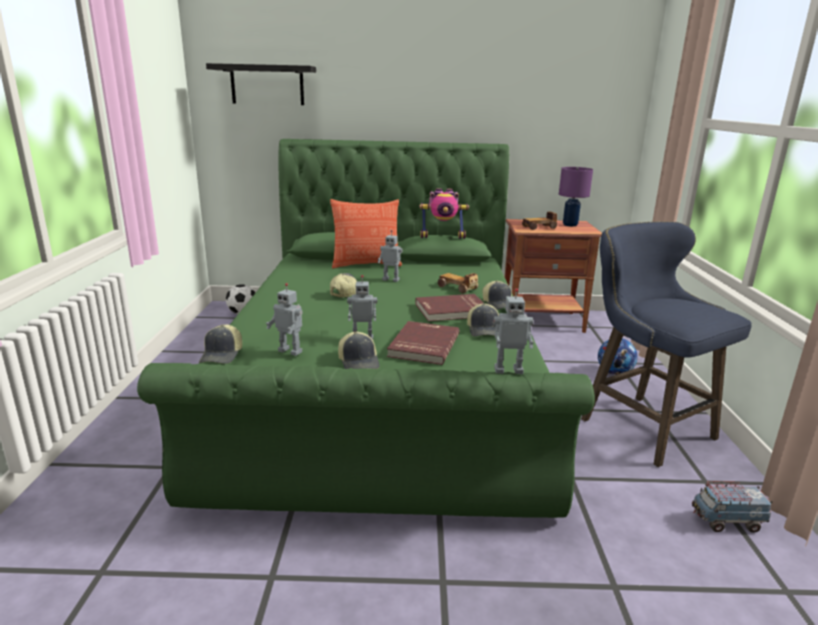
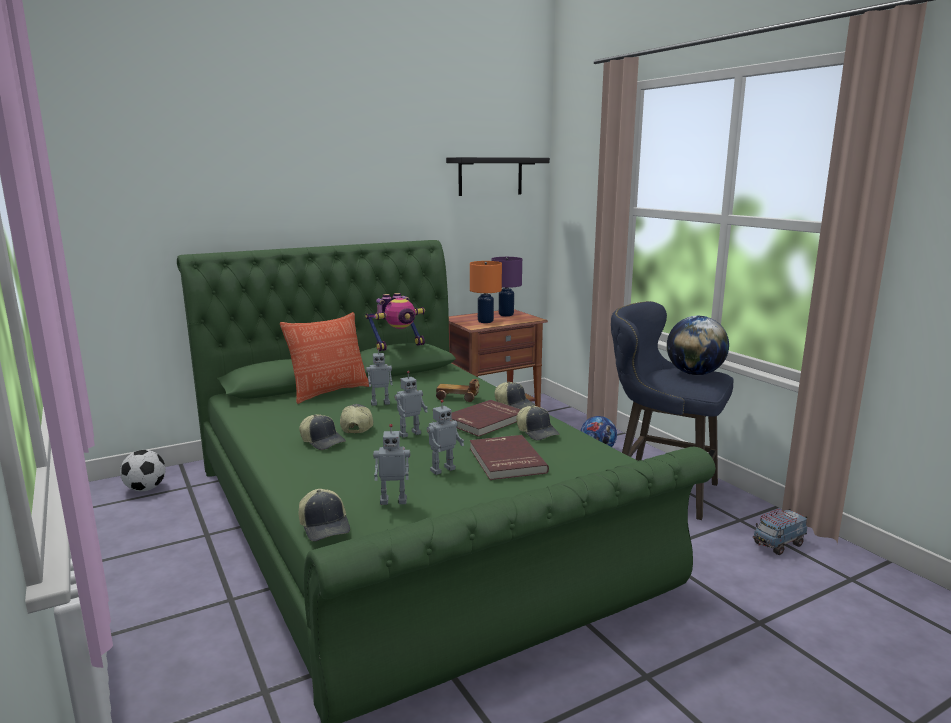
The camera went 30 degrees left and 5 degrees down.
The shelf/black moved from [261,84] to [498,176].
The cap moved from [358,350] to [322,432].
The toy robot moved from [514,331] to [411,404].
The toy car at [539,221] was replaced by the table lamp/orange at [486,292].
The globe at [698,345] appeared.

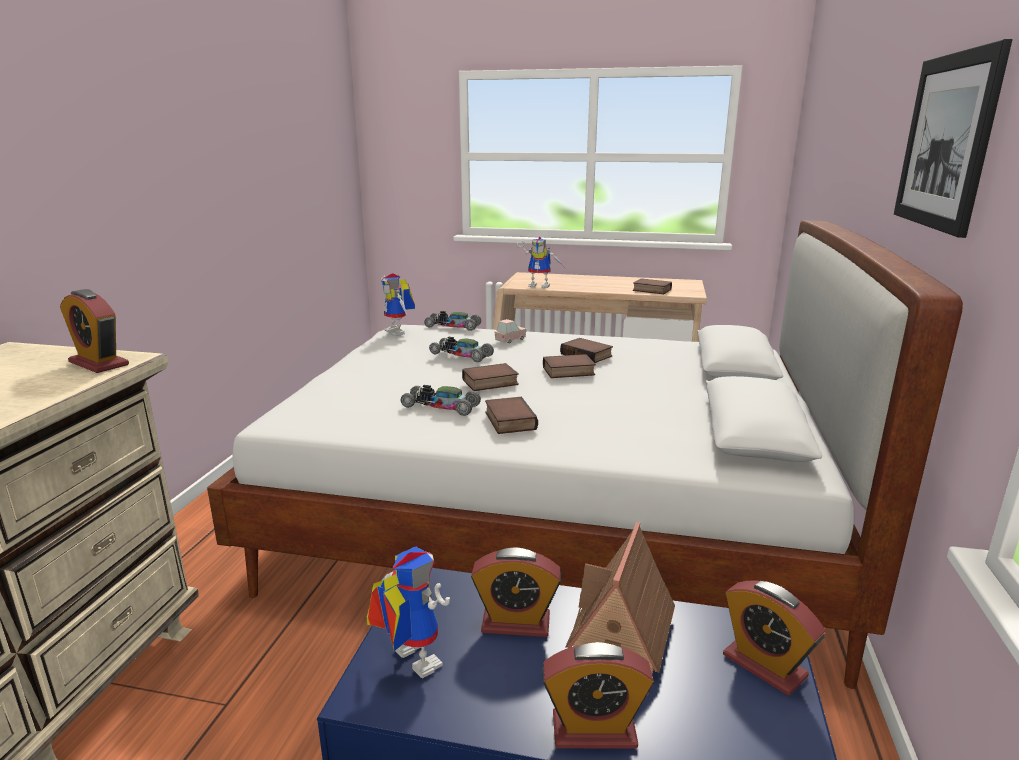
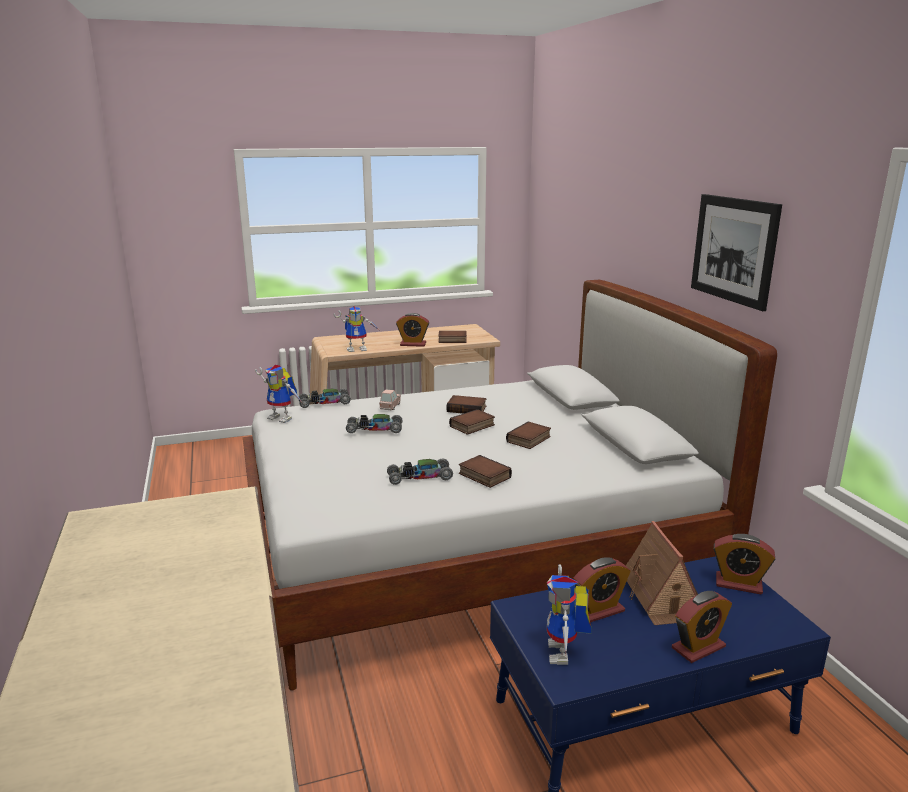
The camera went 30 degrees left and 0 degrees up.
The alarm clock moved from [94,331] to [412,330].
The toy robot at [408,612] turned 105 degrees counterclockwise.
The book moved from [490,377] to [528,435].

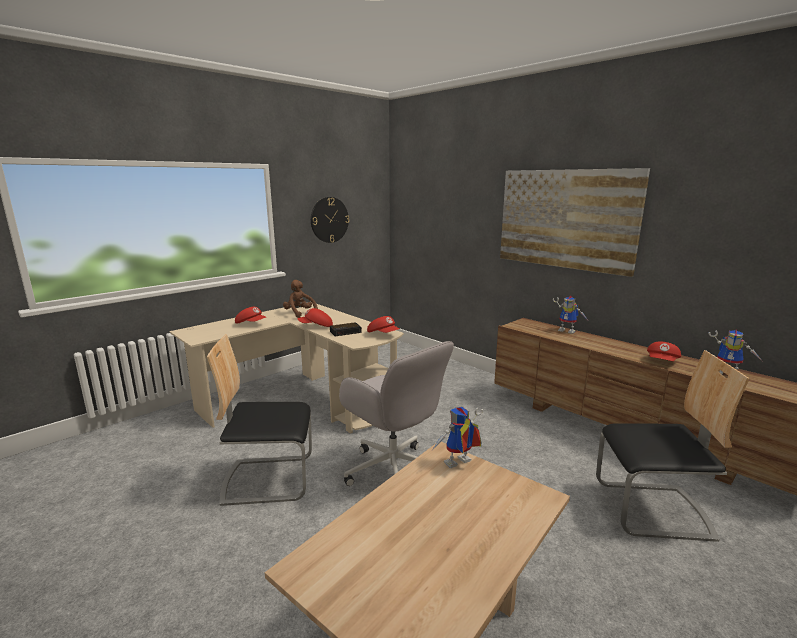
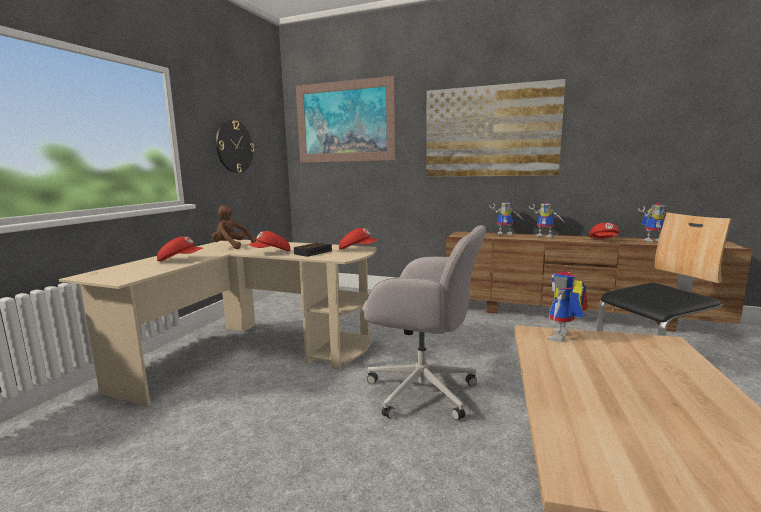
The camera went 25 degrees left and 5 degrees down.
The chair at [259,420] disappeared.
The picture at [346,119] appeared.
The toy robot at [547,219] appeared.

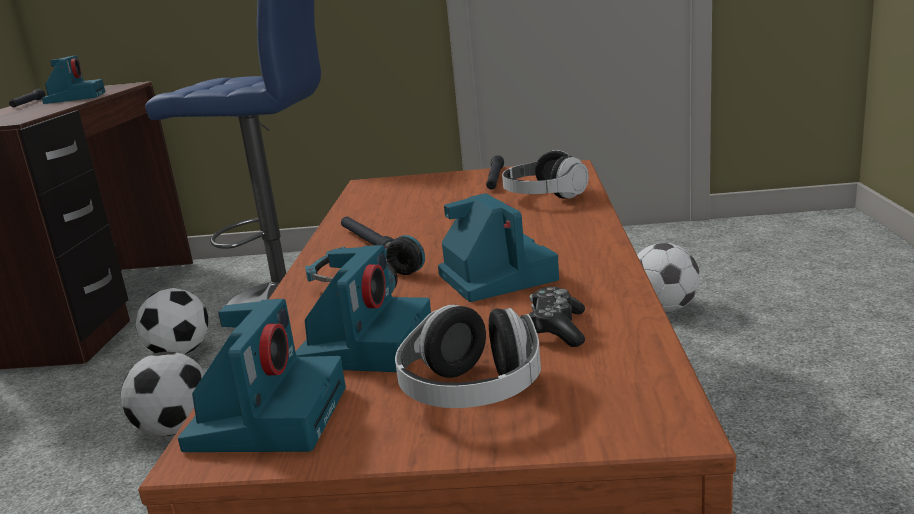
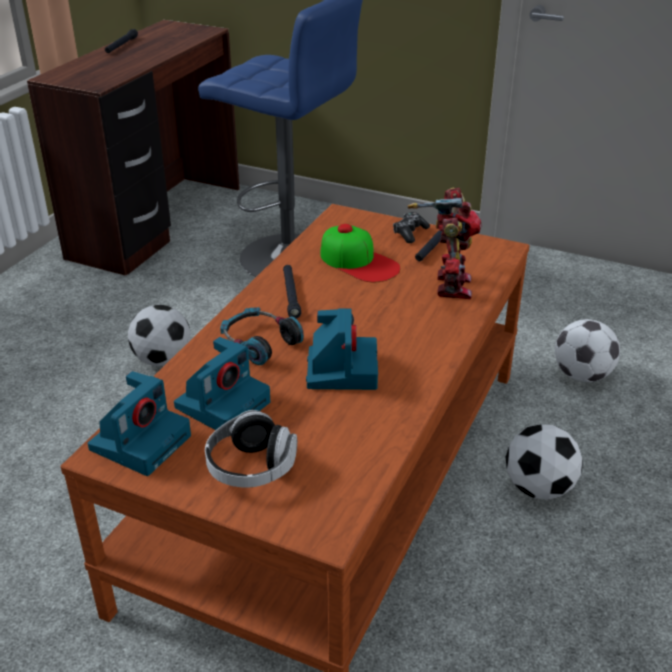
The camera went 20 degrees right and 15 degrees up.
The photo camera at [73,80] disappeared.
The football moved from [171,321] to [544,462].
The headphones at [545,174] was replaced by the toy robot at [445,243].
The game controller moved from [556,317] to [411,227].
The cap at [360,253] appeared.

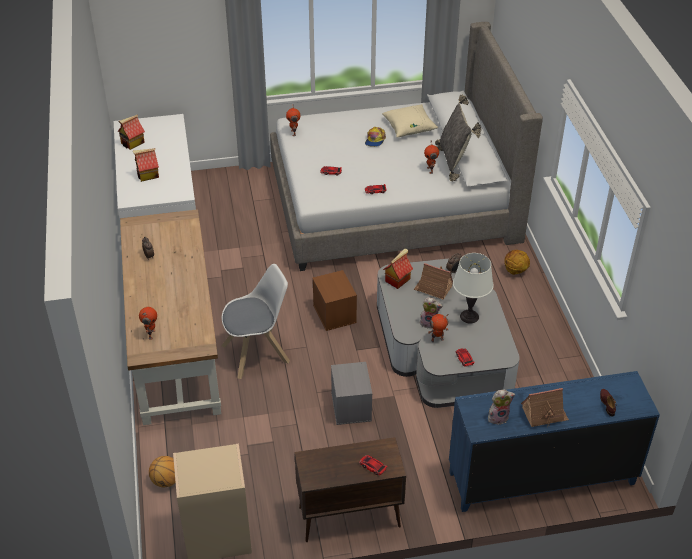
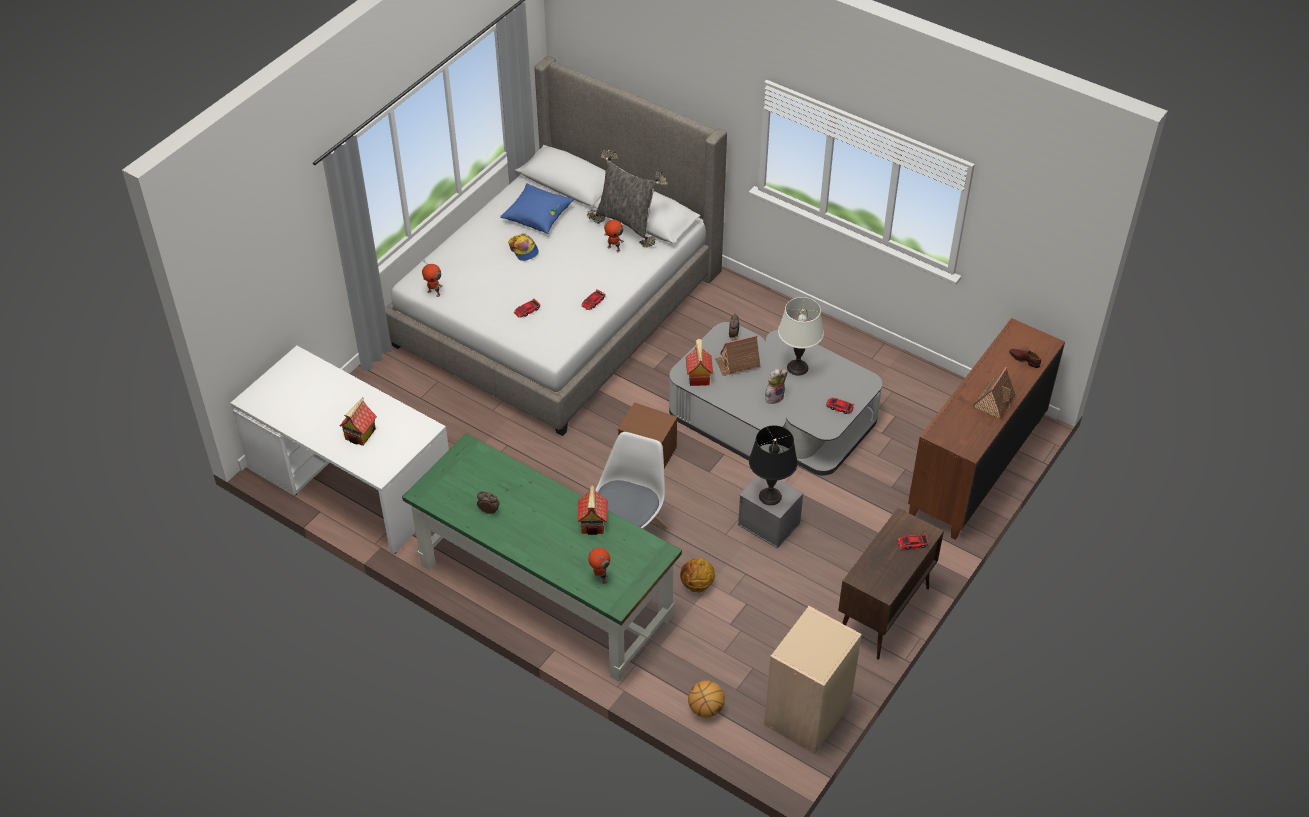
The camera went 45 degrees left and 5 degrees up.
The toy house moved from [131,132] to [592,510].
The desk/brown at [170,317] became the desk/green at [542,557].
The pillow/beige at [410,121] became the pillow/blue at [537,208].
The toy robot at [438,328] disappeared.
The dresser/blue at [554,441] became the dresser/brown at [986,429].
The plush toy at [501,407] disappeared.
The basketball moved from [517,262] to [697,575].
The table lamp/black at [773,465] appeared.

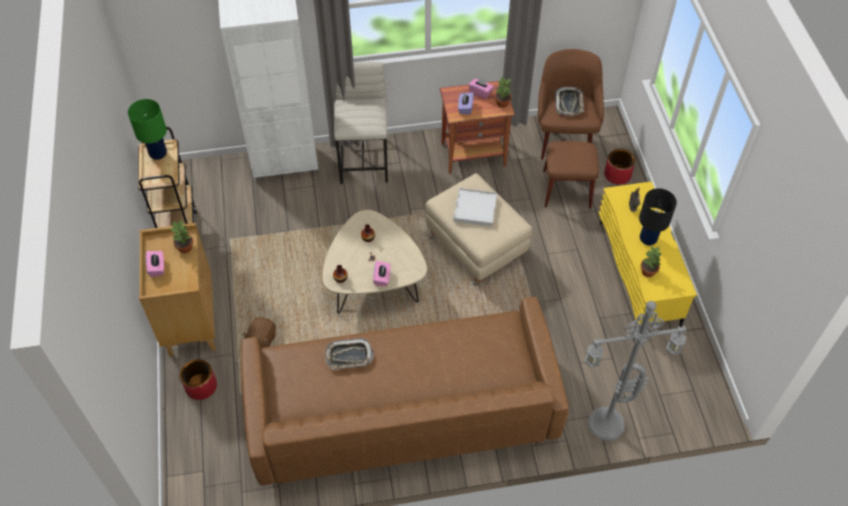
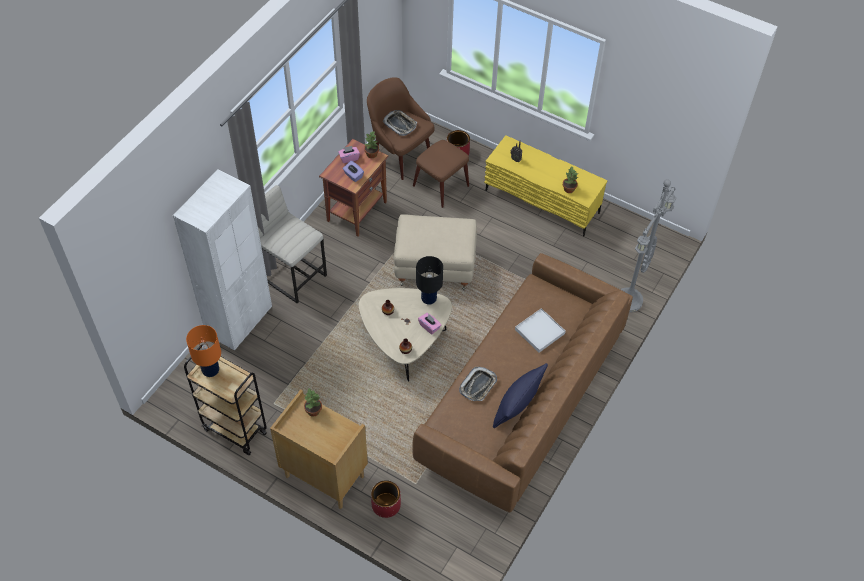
The camera went 50 degrees left and 0 degrees up.
The table lamp/green at [147,129] became the table lamp/orange at [203,351].
The tissue box/pink at [155,264] disappeared.
The plush toy/brown at [259,333] disappeared.
The tray/white moved from [475,207] to [540,330].
The table lamp/black moved from [658,217] to [429,280].
The pillow/blue at [520,396] appeared.

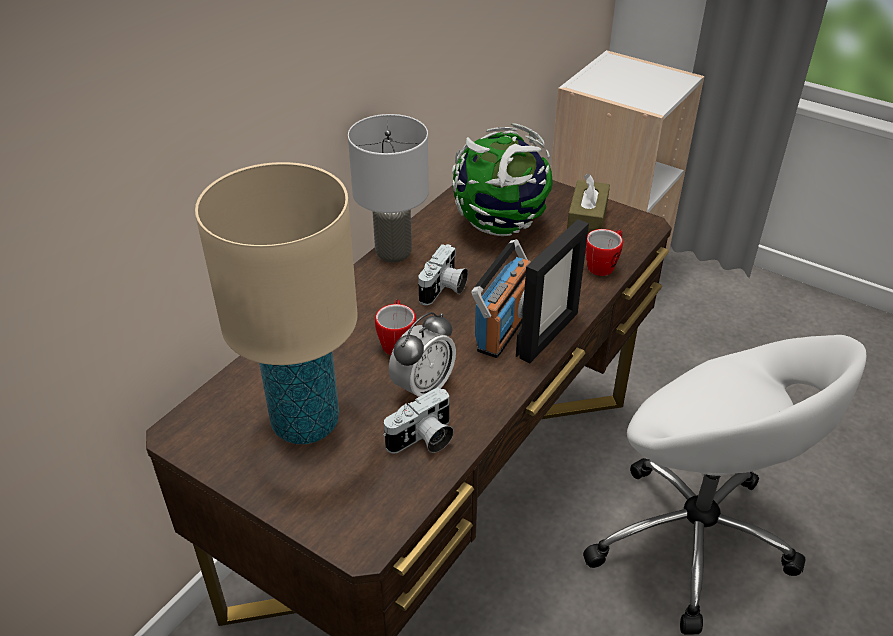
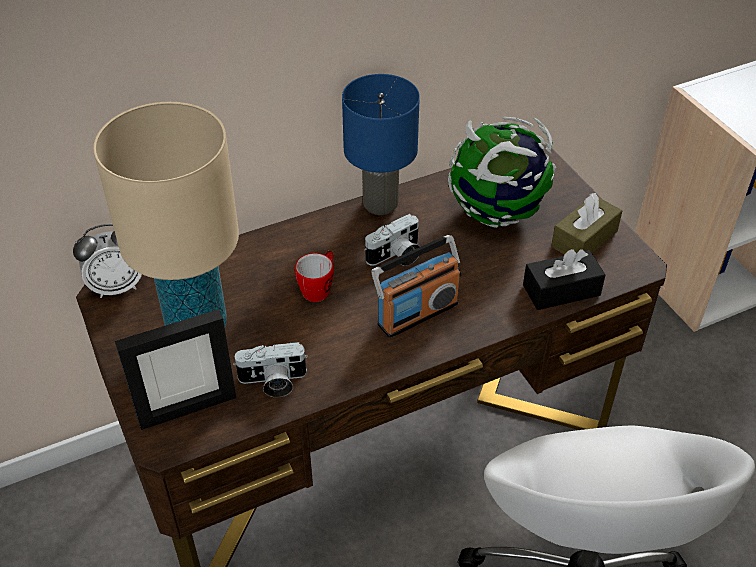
The camera went 30 degrees right and 5 degrees up.
The table lamp/white at [388,188] became the table lamp/blue at [381,144].
The alarm clock moved from [422,354] to [107,261].
The picture frame moved from [552,291] to [175,369].
The mug at [604,252] was replaced by the tissue box/black at [564,279].

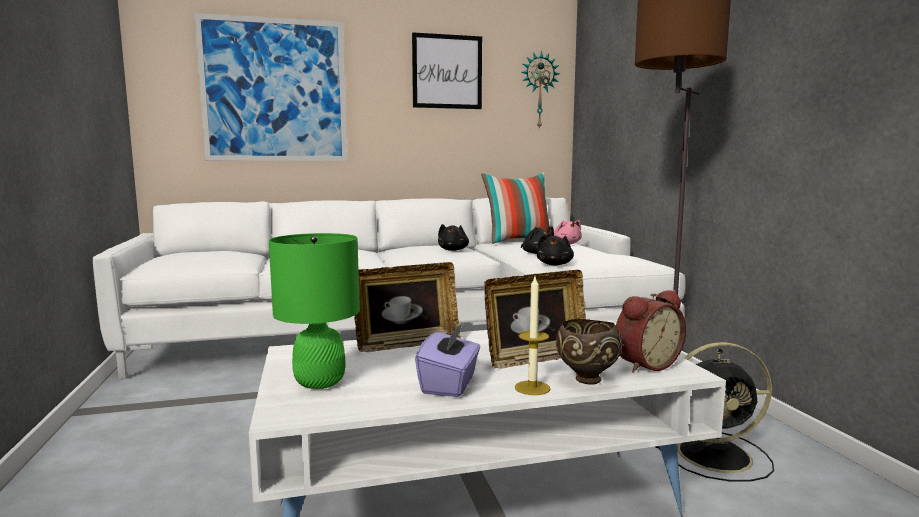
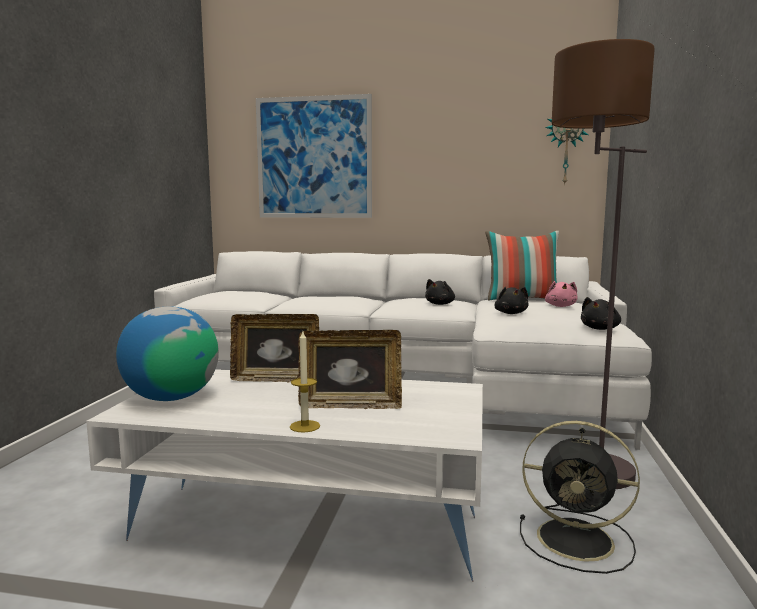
The camera went 25 degrees right and 0 degrees up.
The table lamp/green at [314,311] was replaced by the globe at [167,353].
The picture at [447,70] disappeared.
The tissue box/purple at [447,360] disappeared.
The plush toy/black moved from [555,250] to [601,313].
The bowl/brown at [589,351] disappeared.
The alarm clock at [651,331] disappeared.

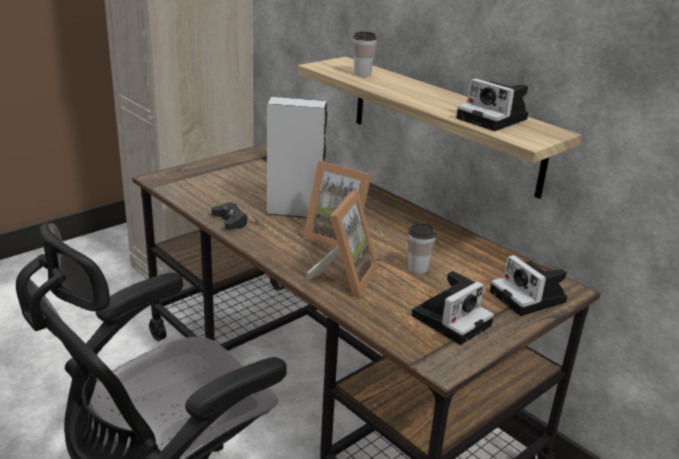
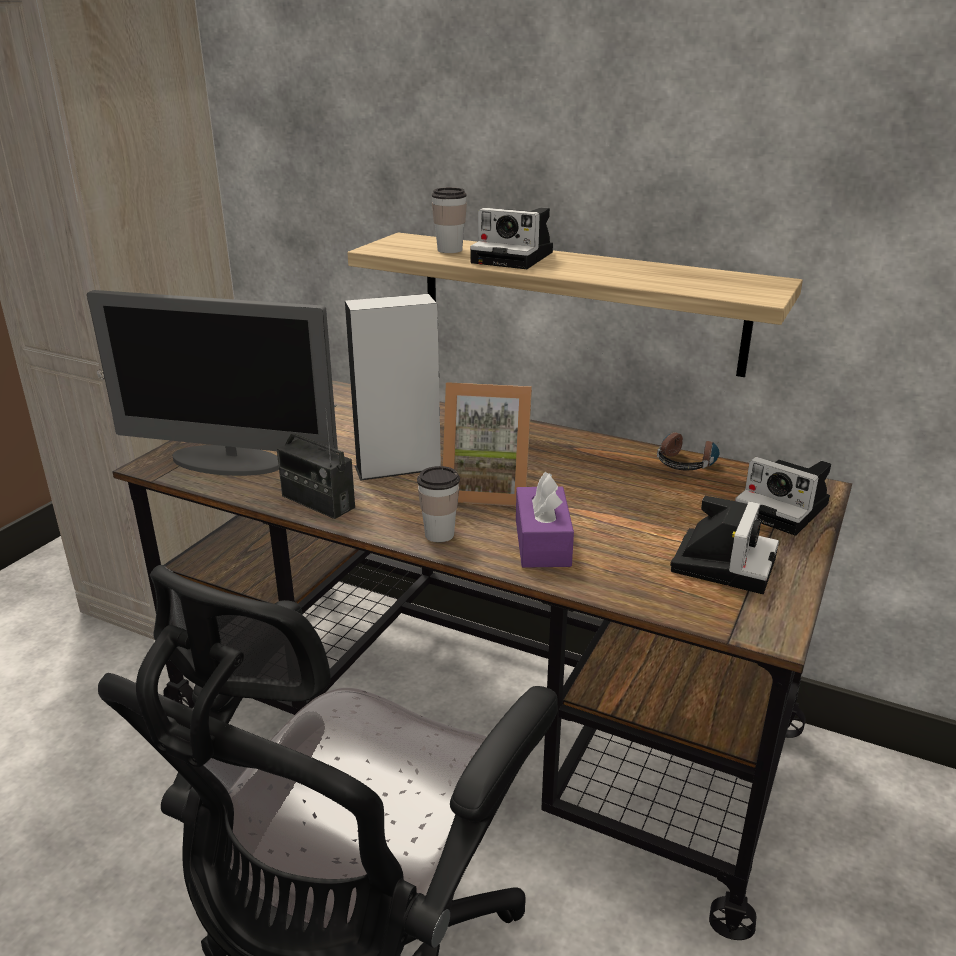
The camera went 20 degrees left and 0 degrees up.
The game controller/black at [229,216] was replaced by the radio at [316,463].
The picture frame at [341,243] was replaced by the tissue box/purple at [545,520].
The cup moved from [422,248] to [438,504].
The photo camera moved from [492,104] to [511,238].
The monitor at [212,383] appeared.
The headphones at [688,451] appeared.

